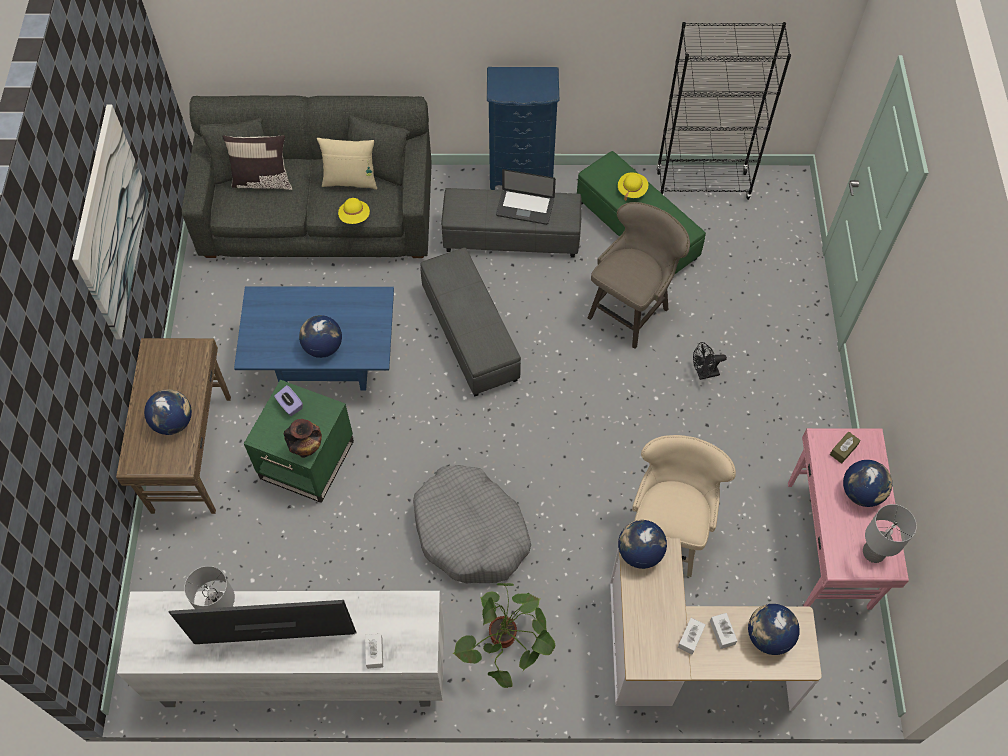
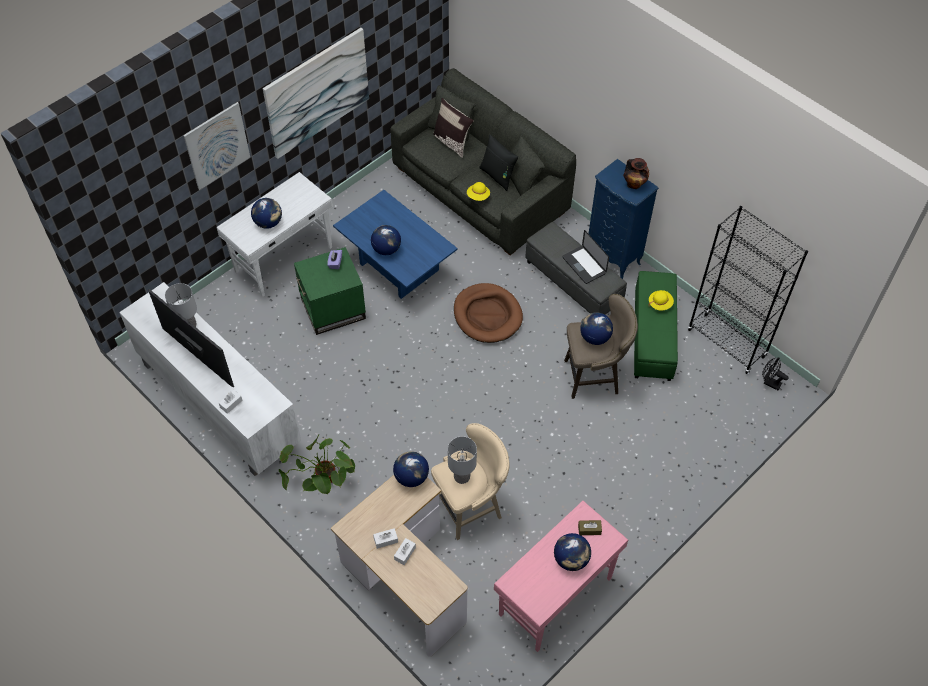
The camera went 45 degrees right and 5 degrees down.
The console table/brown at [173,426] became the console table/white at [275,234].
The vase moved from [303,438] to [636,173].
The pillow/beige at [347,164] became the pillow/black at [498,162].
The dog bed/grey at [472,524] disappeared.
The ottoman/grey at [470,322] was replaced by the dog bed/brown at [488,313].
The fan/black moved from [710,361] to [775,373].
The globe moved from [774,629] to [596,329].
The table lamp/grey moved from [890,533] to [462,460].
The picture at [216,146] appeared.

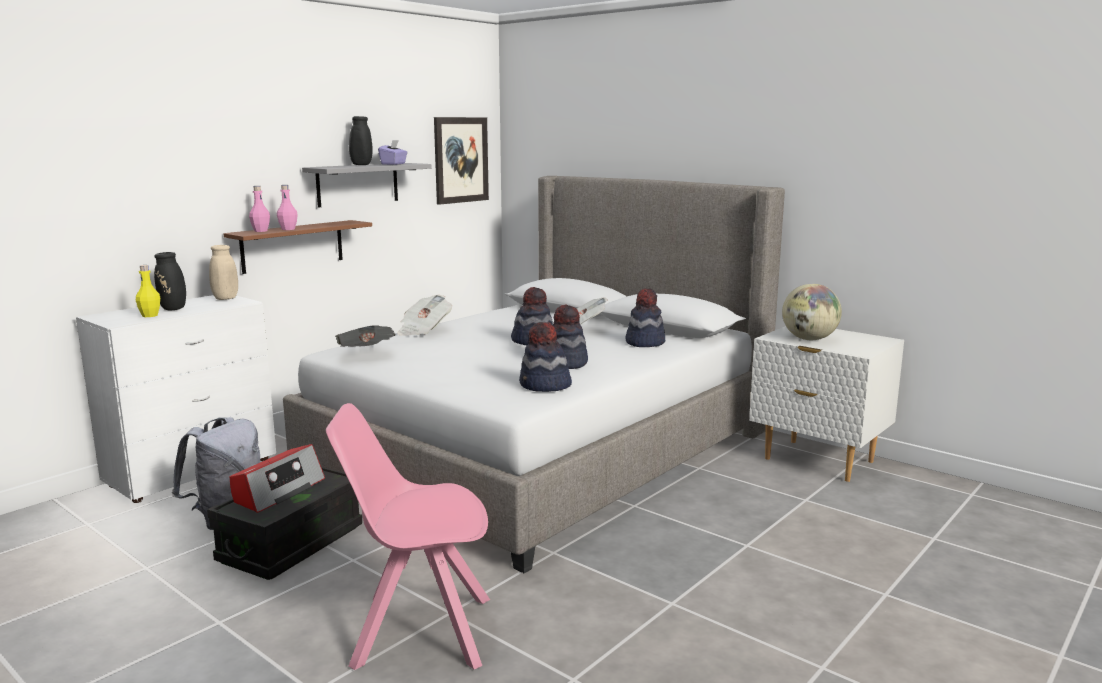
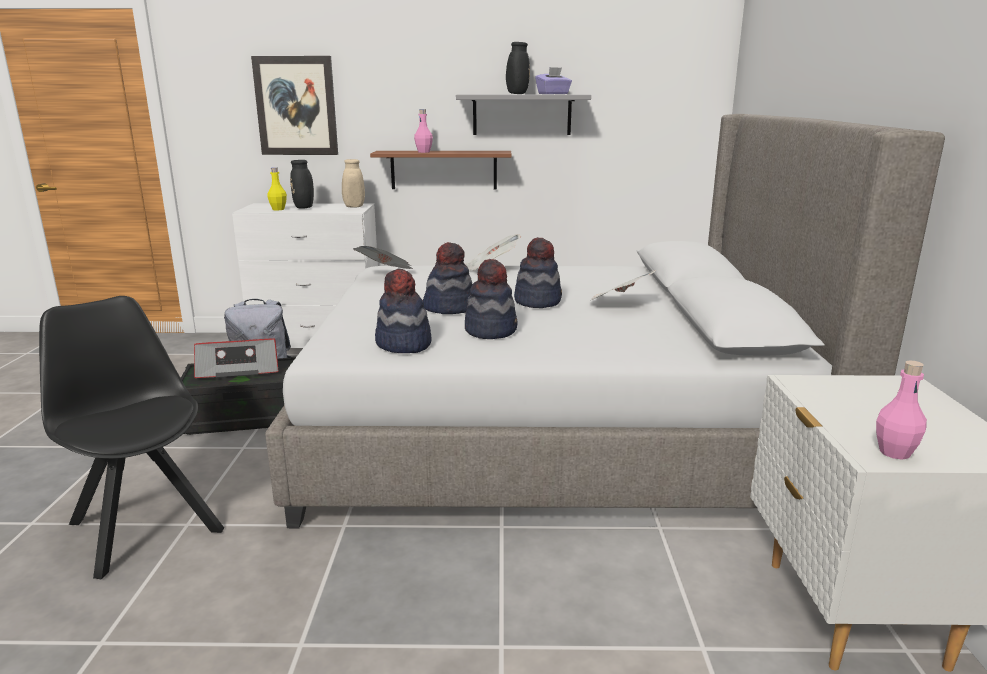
The camera went 50 degrees right and 5 degrees up.
The bottle/pink moved from [259,209] to [901,410].
The chair/pink at [408,536] became the chair/black at [131,437].
The picture moved from [461,161] to [294,105].
The hat moved from [645,317] to [447,278].
The globe at [812,312] disappeared.

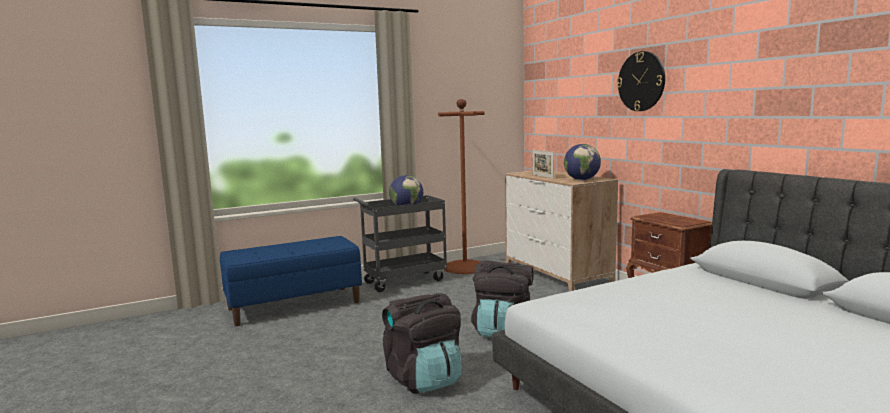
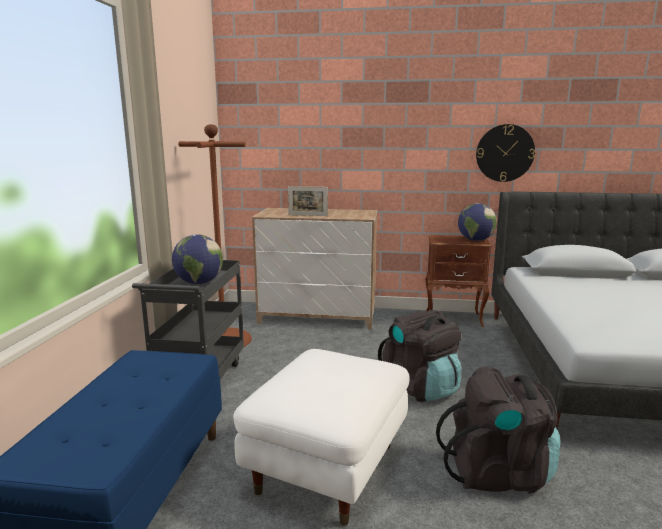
The camera went 55 degrees left and 5 degrees up.
The globe moved from [582,162] to [477,222].
The wall clock moved from [641,81] to [505,153].
The ottoman/white at [321,437] appeared.

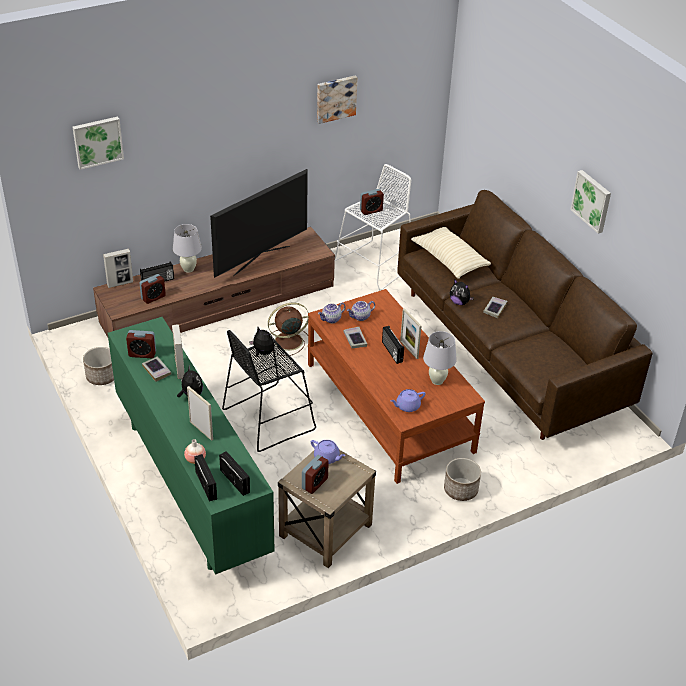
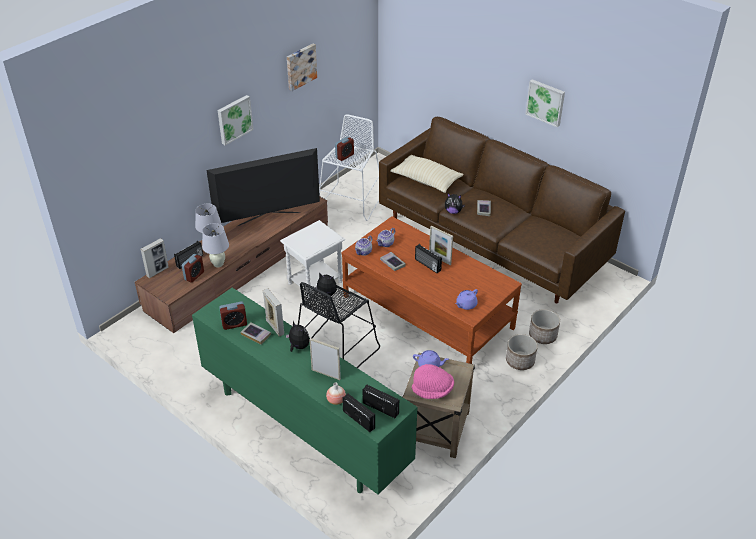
The camera went 20 degrees left and 0 degrees up.
The picture moved from [98,143] to [235,120].
The planter moved from [98,366] to [544,326].
The television at [259,223] turned 135 degrees counterclockwise.
The fan/brown at [288,329] was replaced by the side table/white at [313,259].
The alarm clock at [315,474] was replaced by the hat/pink at [433,381].
The table lamp/white moved from [440,358] to [215,245].

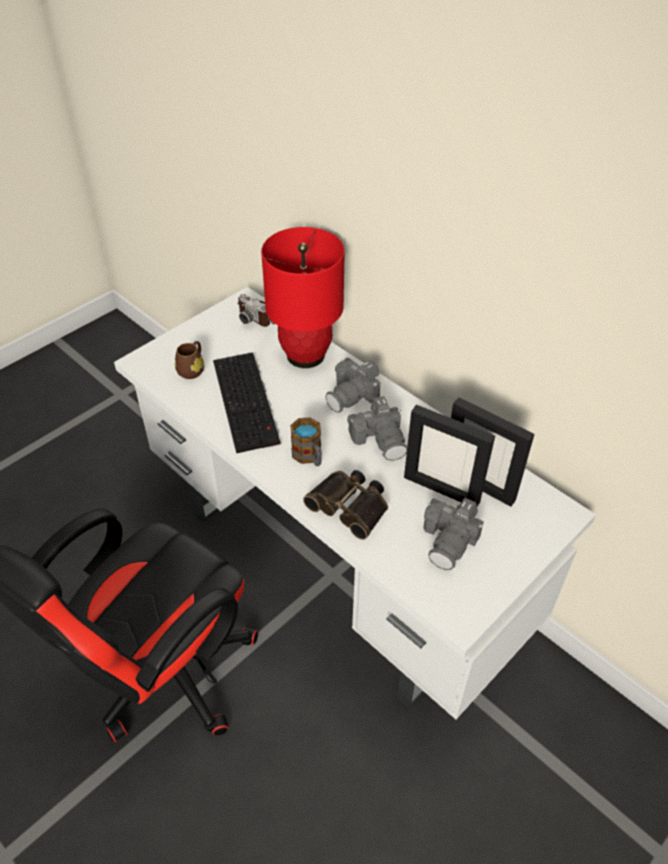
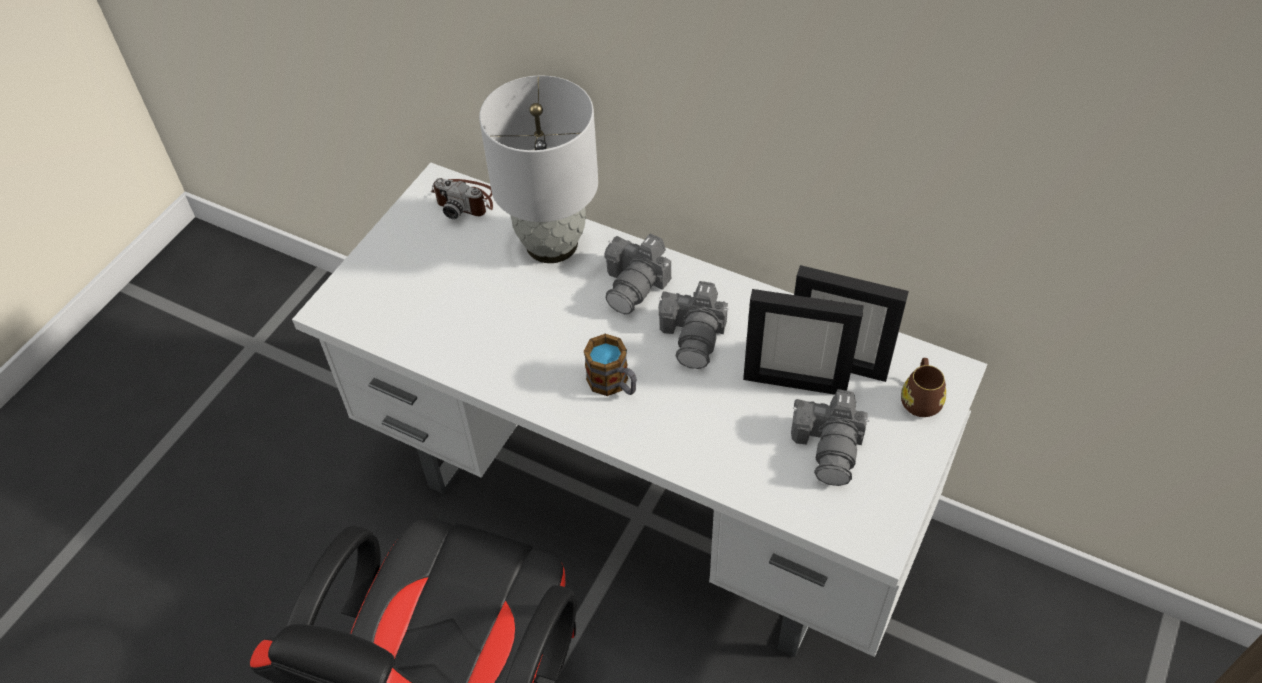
The camera went 15 degrees left and 5 degrees up.
The mug/brown moved from [189,360] to [923,387].
The keyboard at [247,402] disappeared.
The table lamp/red at [303,297] became the table lamp/white at [538,169].
The binoculars at [345,505] disappeared.
The photo camera at [377,428] turned 45 degrees clockwise.

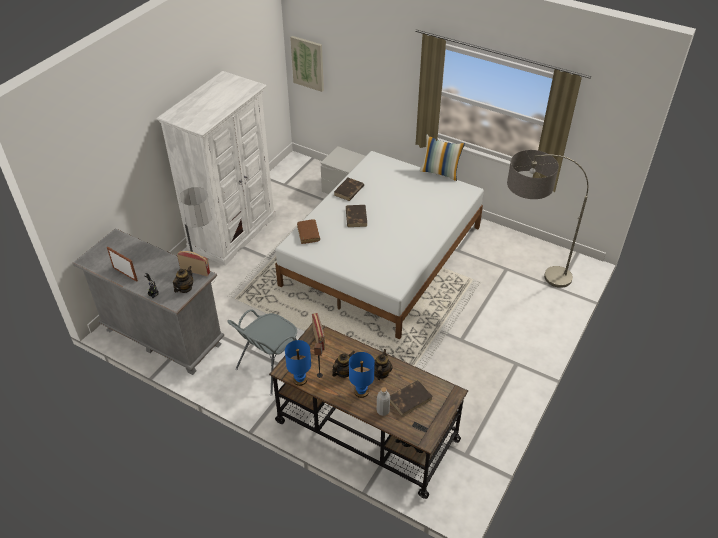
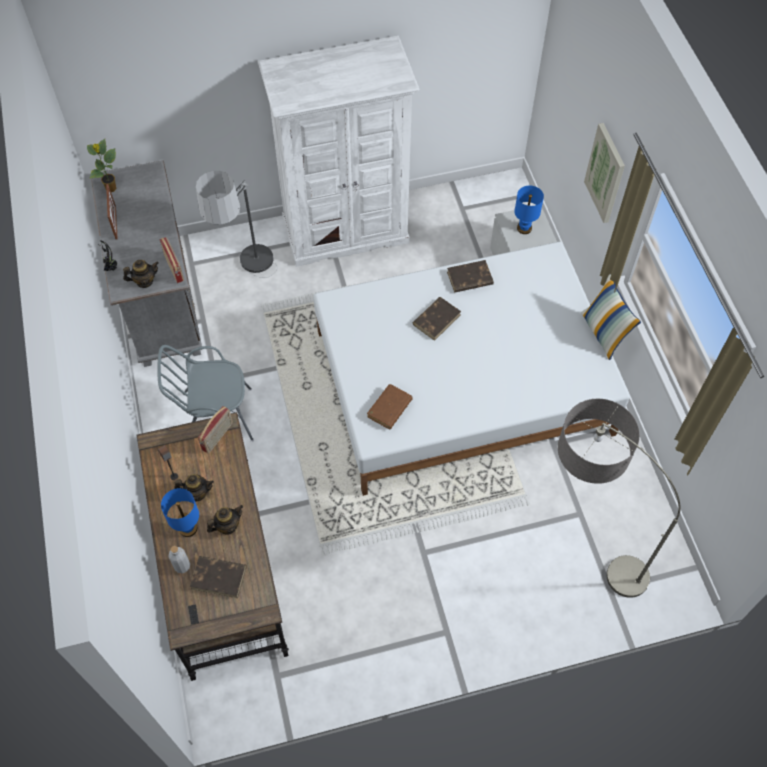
The camera went 45 degrees right and 15 degrees up.
The table lamp/blue moved from [298,363] to [529,210].
The picture moved from [307,64] to [604,173].
The book/brown moved from [308,231] to [390,406].
The potted plant at [101,165] appeared.

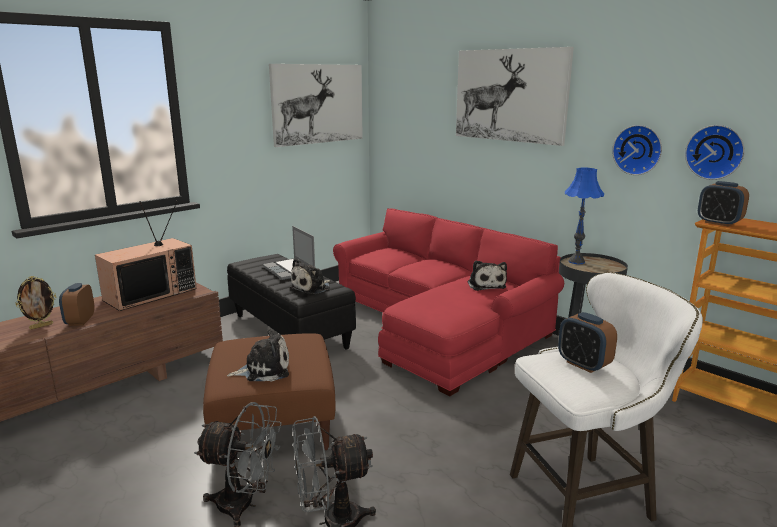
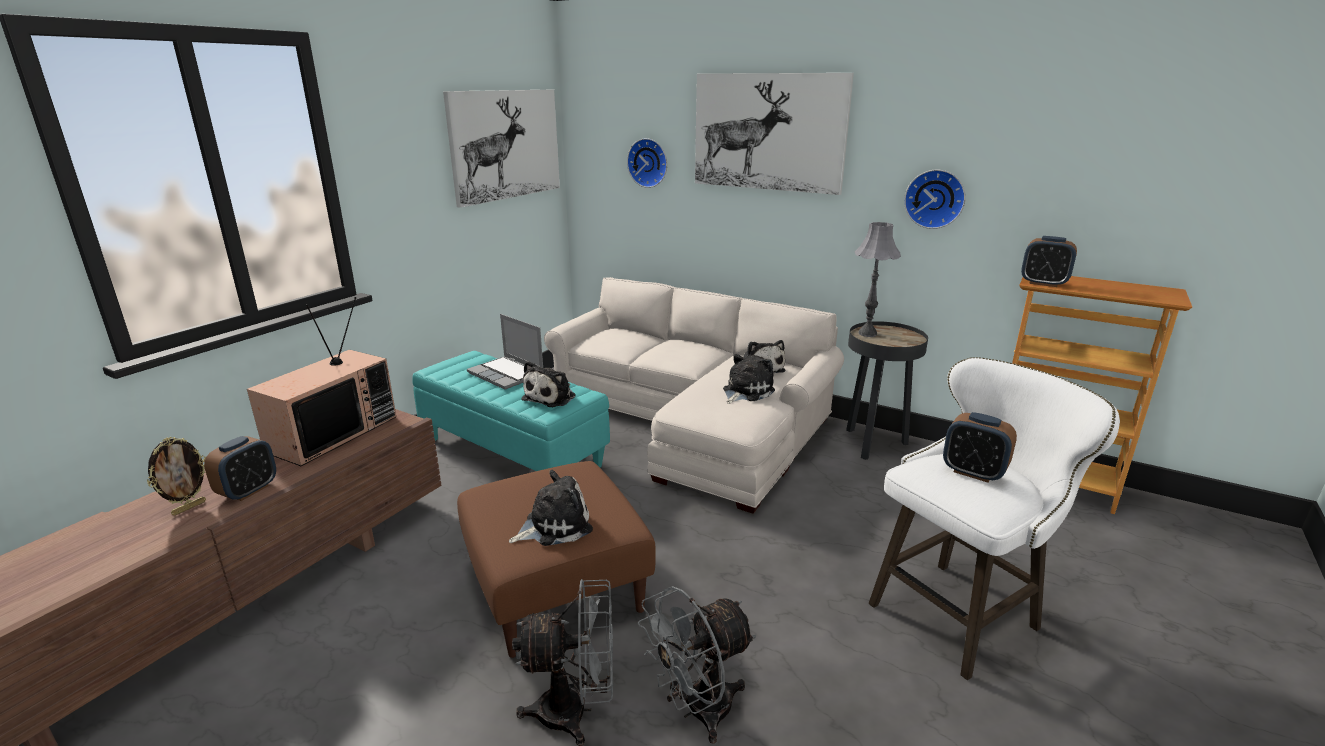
The camera went 15 degrees left and 5 degrees up.
The alarm clock at [77,304] turned 135 degrees counterclockwise.
The ottoman/black at [291,302] became the ottoman/turquoise at [511,411].
The sofa/red at [448,302] became the sofa/beige at [694,395].
The table lamp/blue at [584,216] became the table lamp/grey at [877,279].
The wall clock moved from [715,152] to [647,163].
The plush toy at [749,379] appeared.

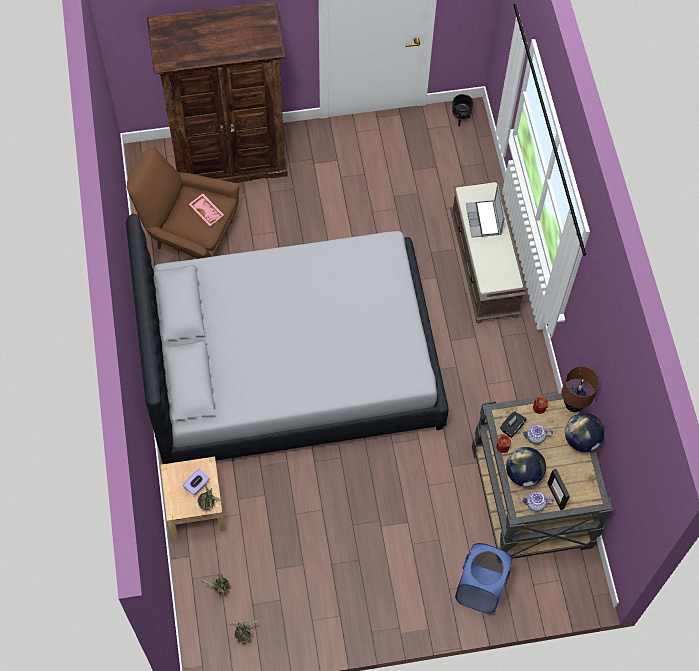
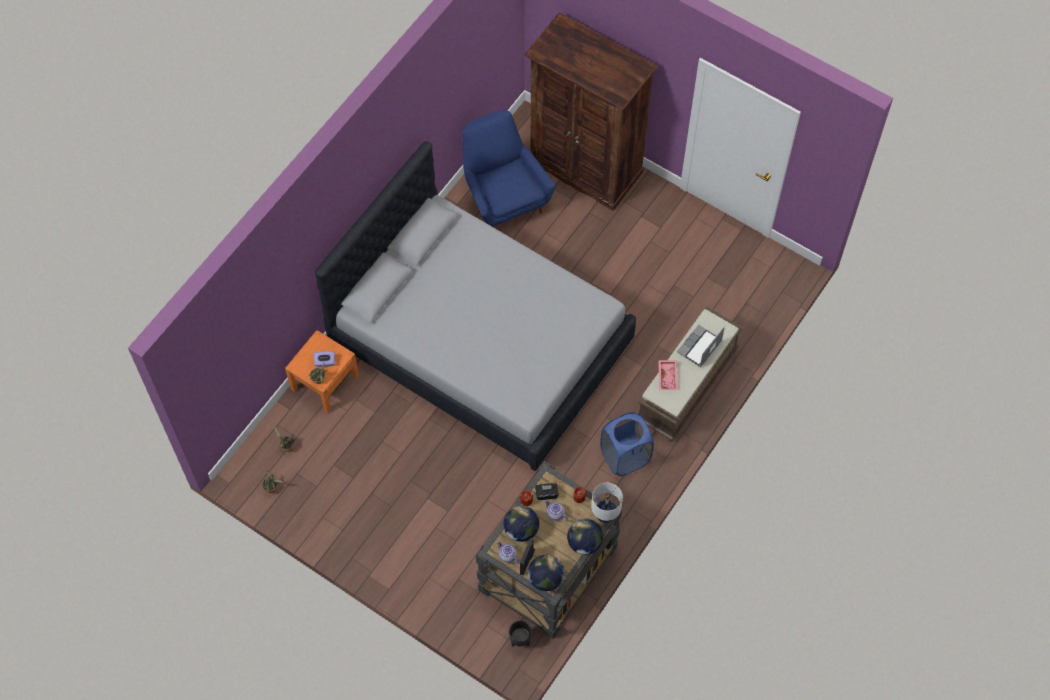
The camera went 45 degrees right and 0 degrees up.
The armchair/brown at [183,203] became the armchair/blue at [509,169].
The nightstand/beige at [193,498] became the nightstand/orange at [322,371].
The tray/pink moved from [206,209] to [668,375].
The planter/black moved from [463,110] to [520,634].
The laundry basket/blue moved from [484,578] to [627,444].
The table lamp/brown at [580,389] became the table lamp/white at [607,503].
The globe at [546,573] appeared.

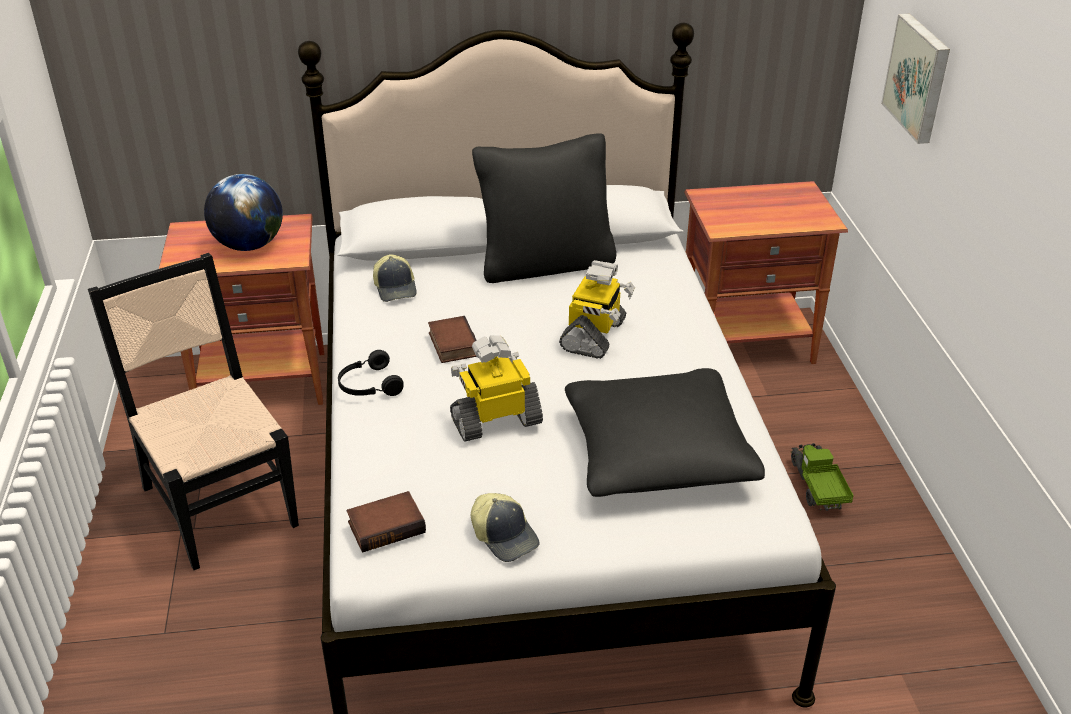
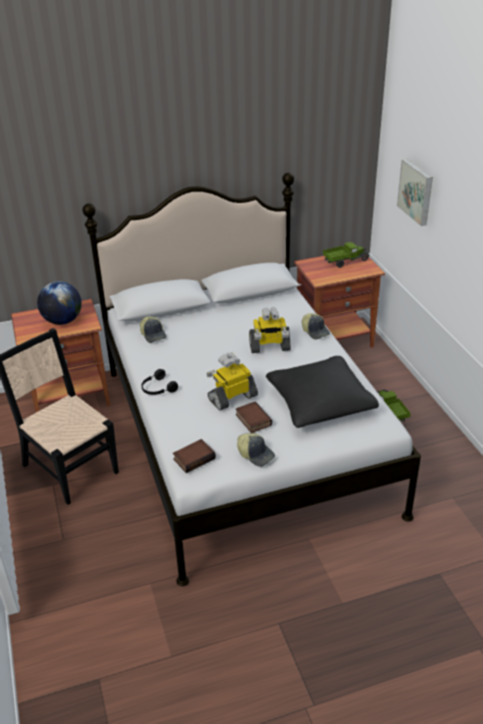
The camera went 10 degrees left and 0 degrees up.
The book moved from [452,339] to [254,417].
The pillow/black at [544,208] disappeared.
The toy robot at [597,309] turned 75 degrees clockwise.
The cap at [316,326] appeared.
The toy truck at [346,255] appeared.

